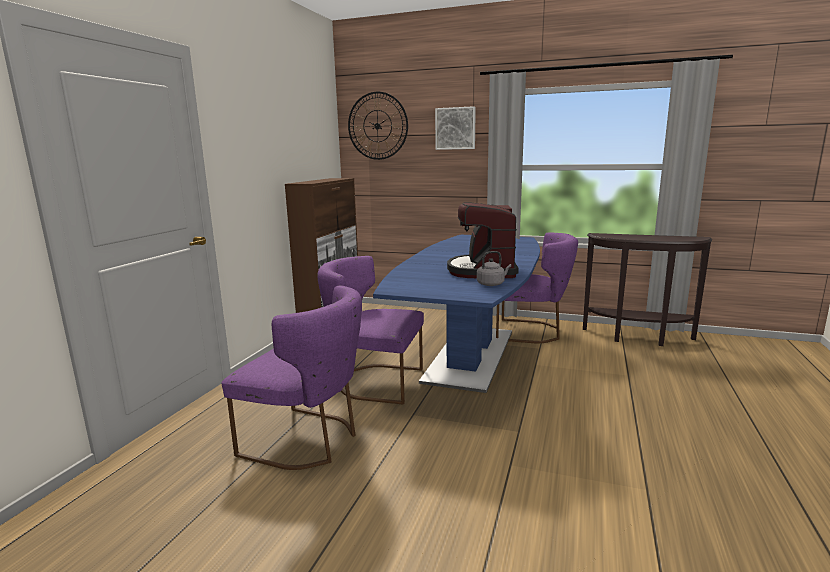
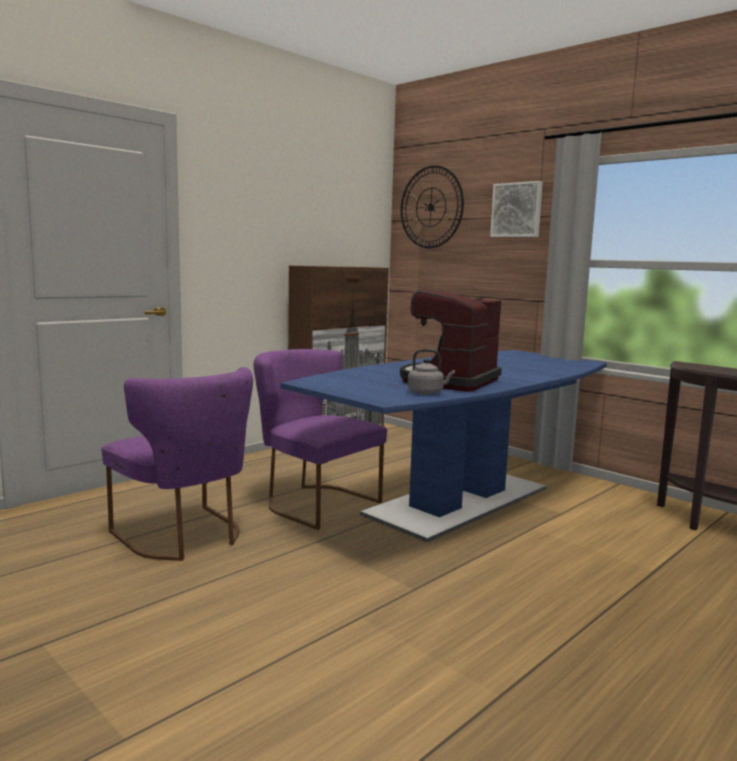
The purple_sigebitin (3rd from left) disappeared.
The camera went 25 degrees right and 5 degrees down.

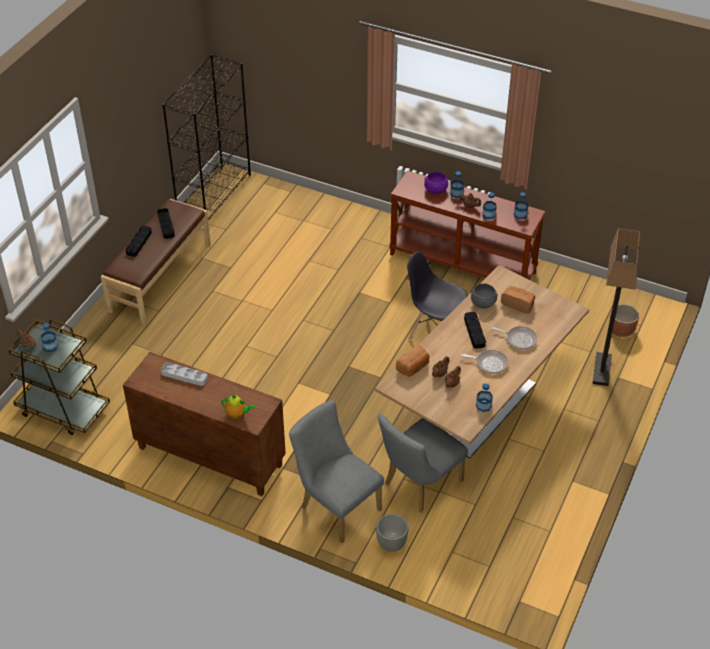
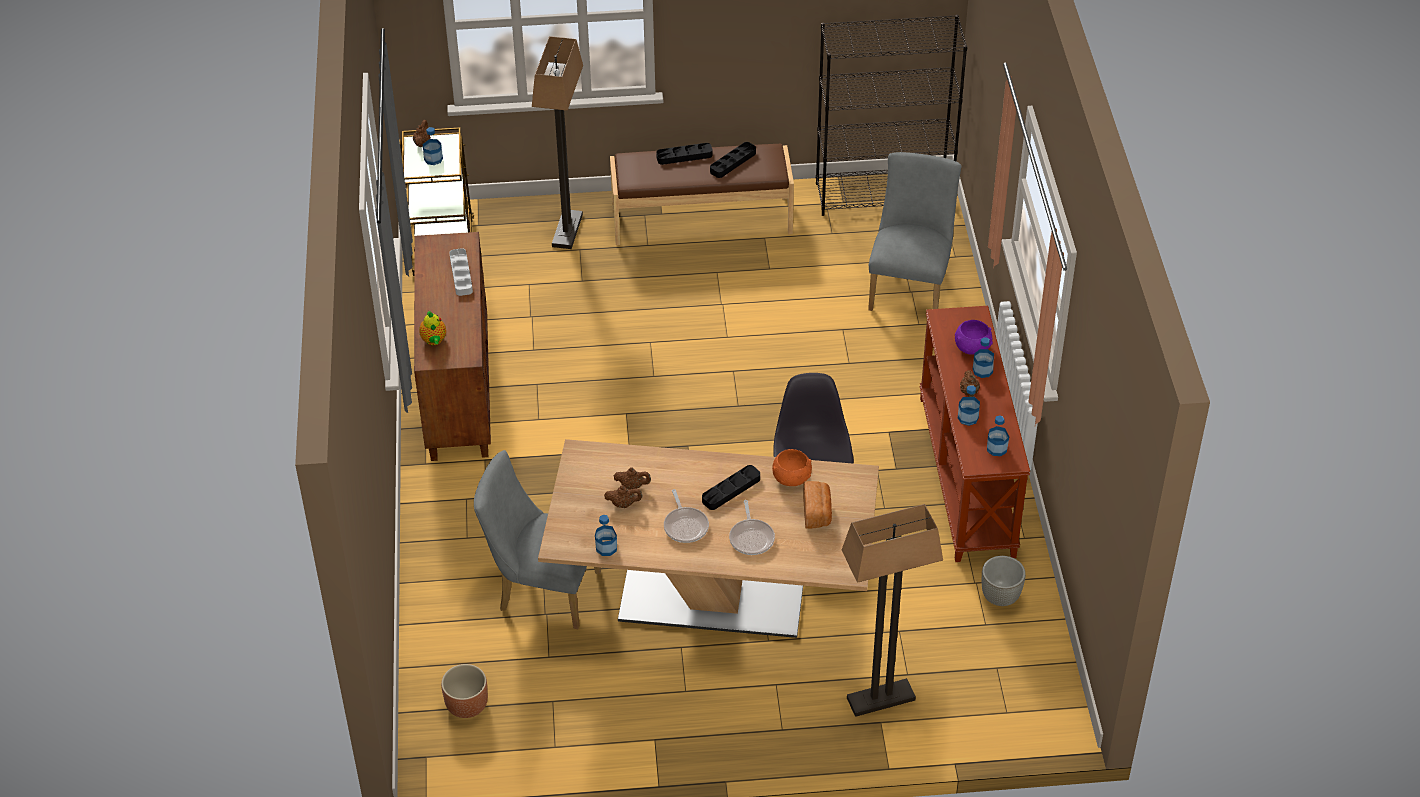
The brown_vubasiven moved.
The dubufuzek (1st from left) appeared.
The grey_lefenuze became the orange_lefenuze.
The grey_sigebitin (1st from left in the first image) moved.
The grey_vubasiven moved.
The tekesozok (1st from left) disappeared.
The camera went 60 degrees right and 0 degrees up.

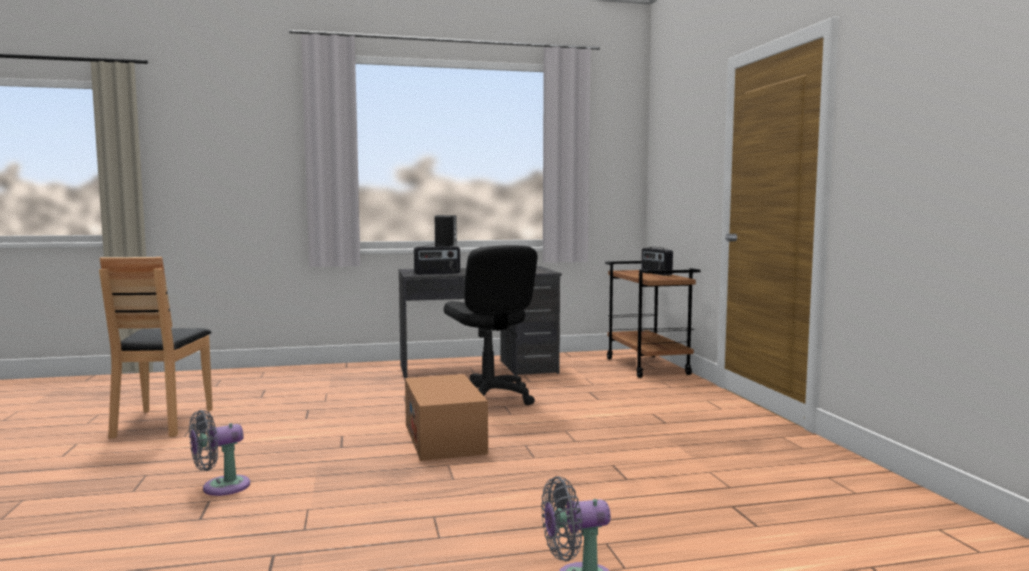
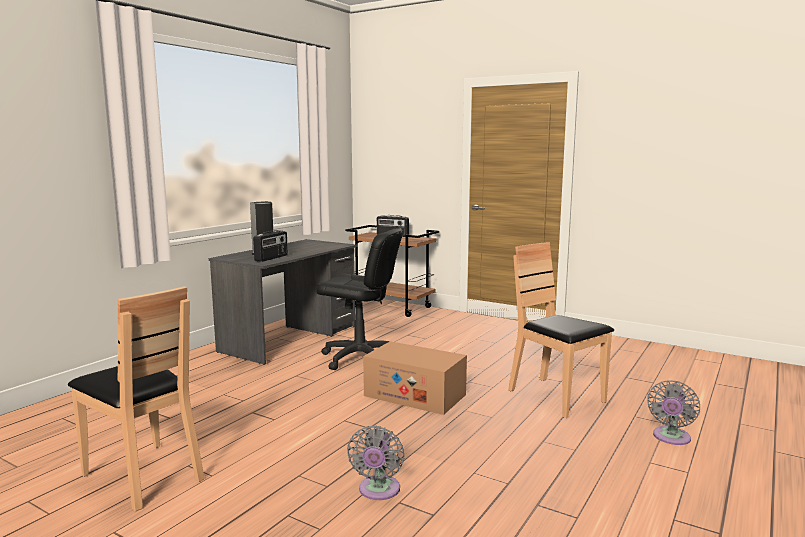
The brown_sigebitin (2nd from left) appeared.
The camera went 45 degrees left and 5 degrees up.

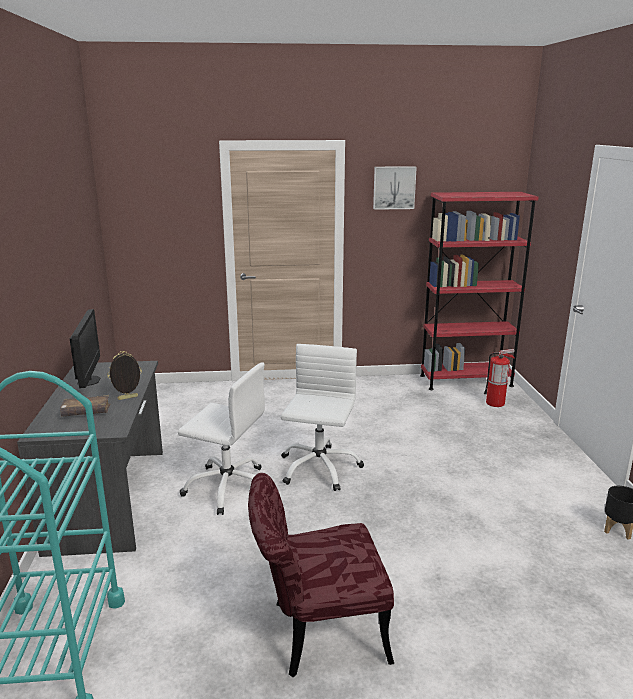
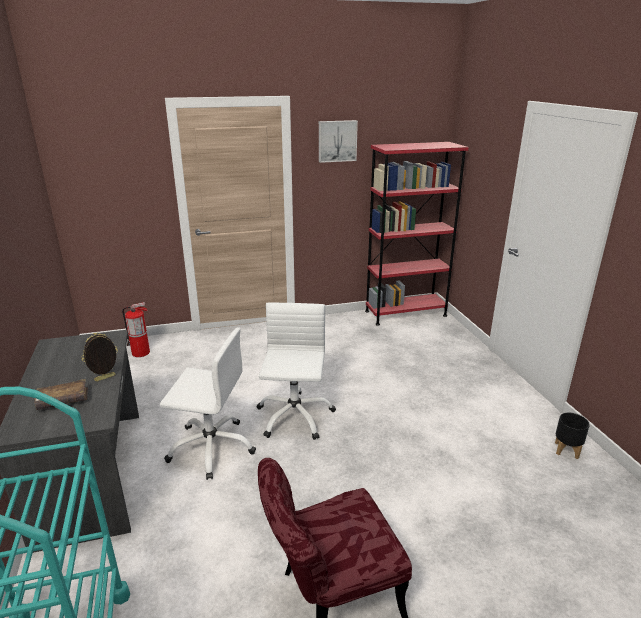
The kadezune moved.
The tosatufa disappeared.
The camera went 10 degrees left and 5 degrees up.

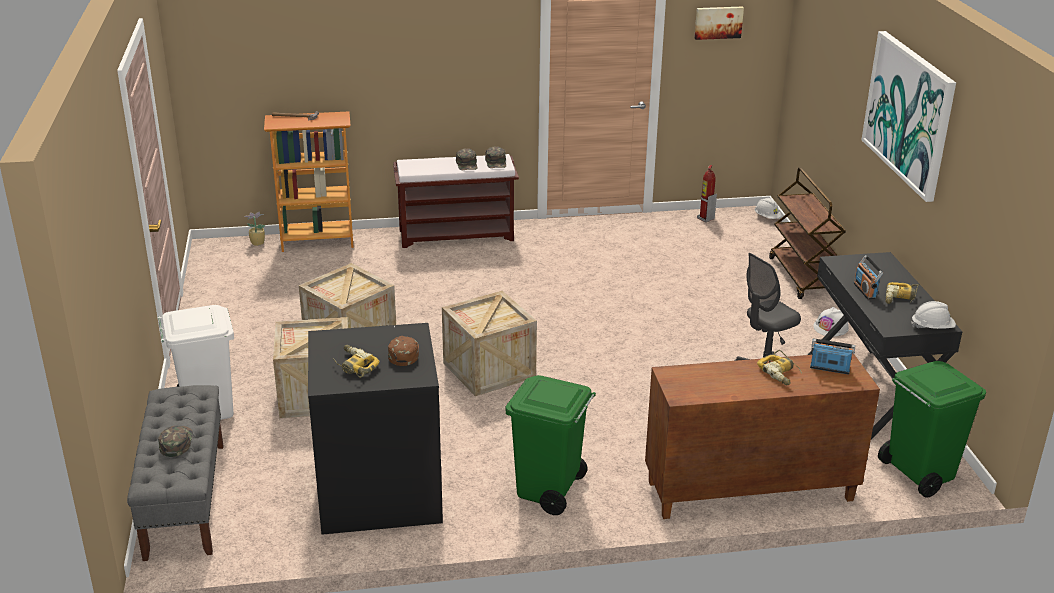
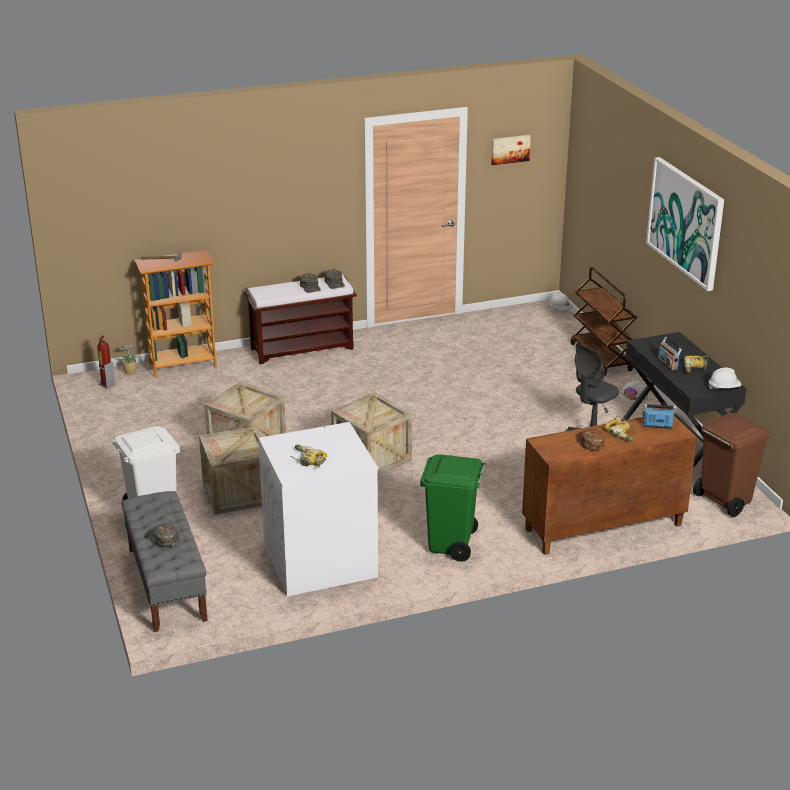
The kadezune moved.
The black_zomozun became the white_zomozun.
The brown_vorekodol moved.
The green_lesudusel (2nd from left) became the brown_lesudusel.
The camera went 10 degrees left and 0 degrees up.

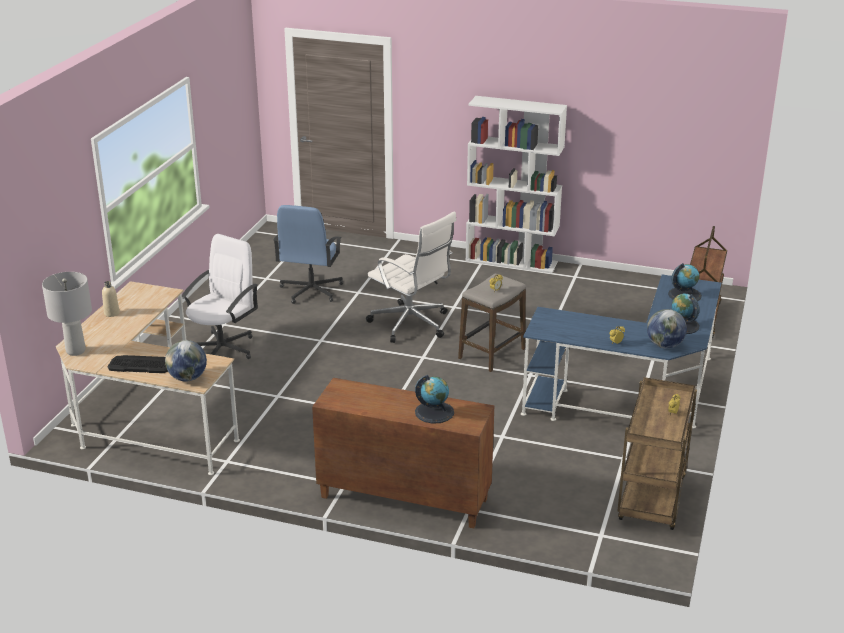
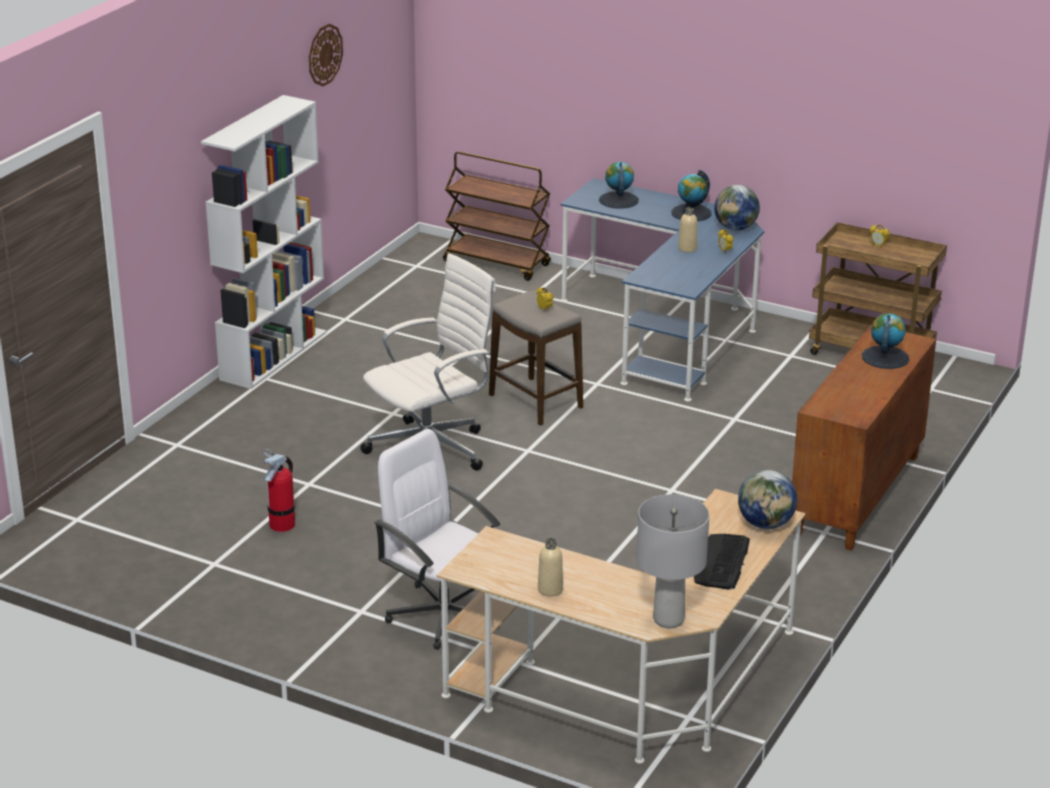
The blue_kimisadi was replaced by the kadezune.
The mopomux appeared.
The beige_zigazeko (2nd from left) appeared.
The camera went 80 degrees left and 0 degrees up.

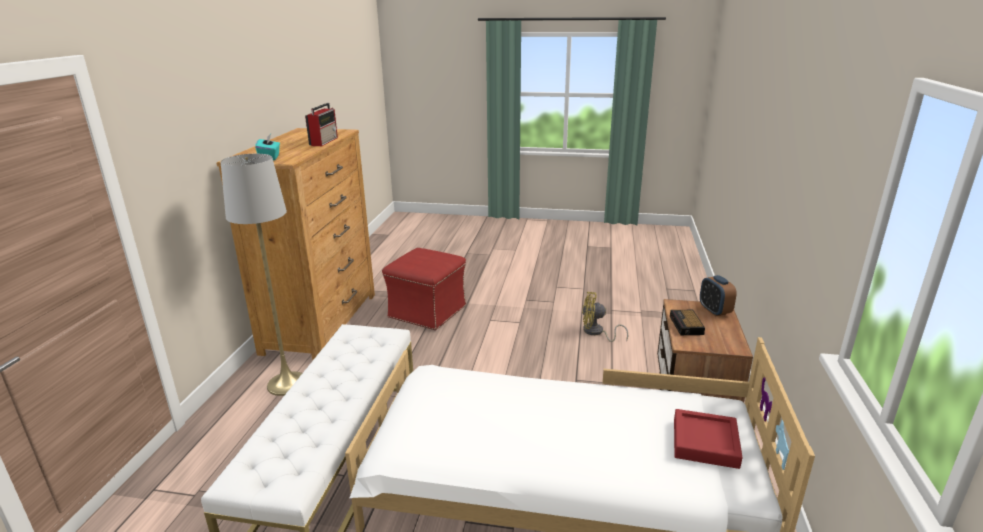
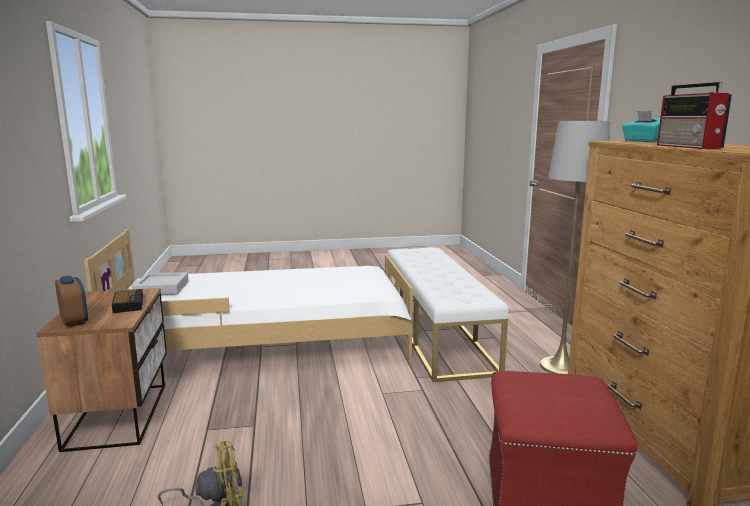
The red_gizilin became the grey_gizilin.
The camera went 160 degrees right and 10 degrees down.

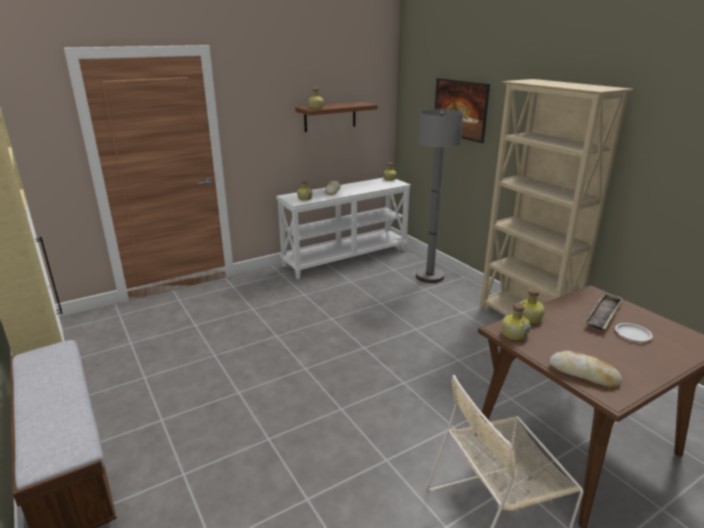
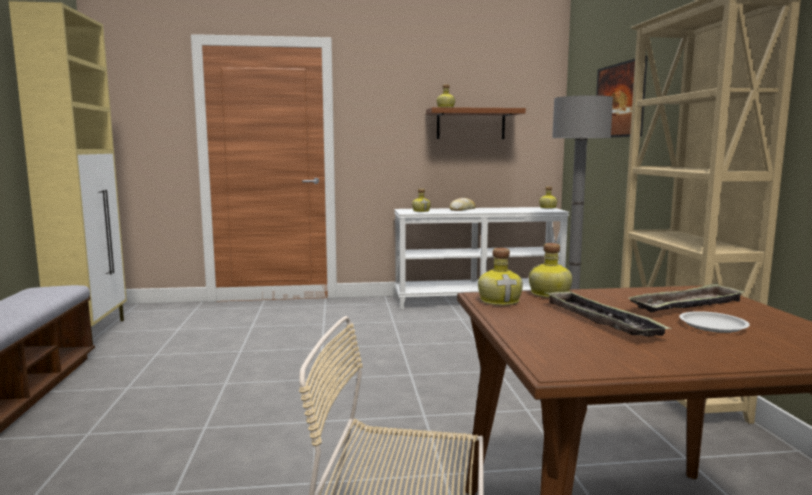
The gizilin (1st from left) appeared.
The tekesozok (2nd from left) disappeared.
The camera went 25 degrees right and 15 degrees down.

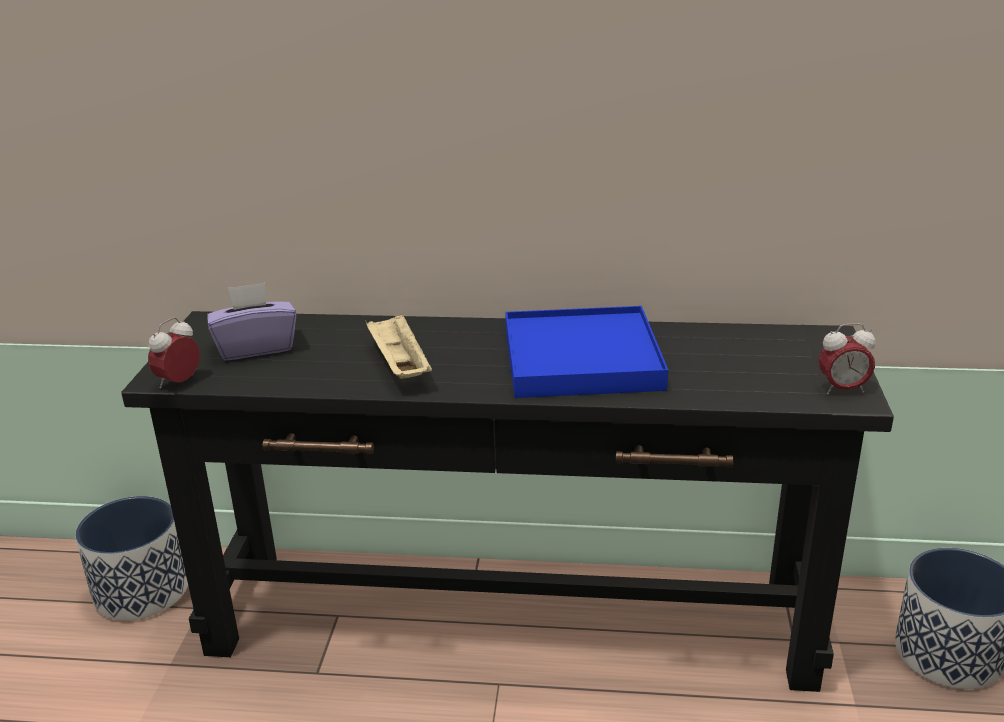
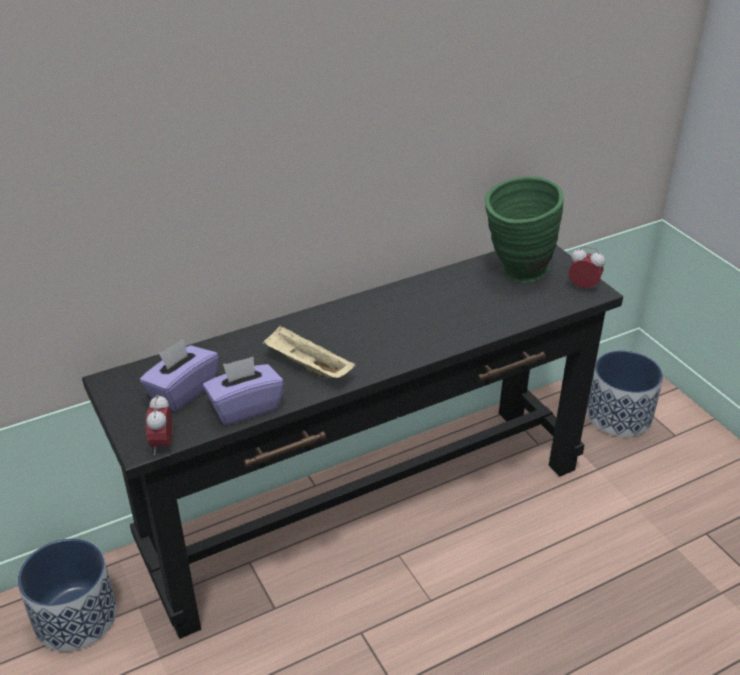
The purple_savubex (2nd from left) appeared.
The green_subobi appeared.
The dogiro (2nd from left) turned 120 degrees counterclockwise.
The blue_gizilin disappeared.
The camera went 35 degrees left and 10 degrees up.

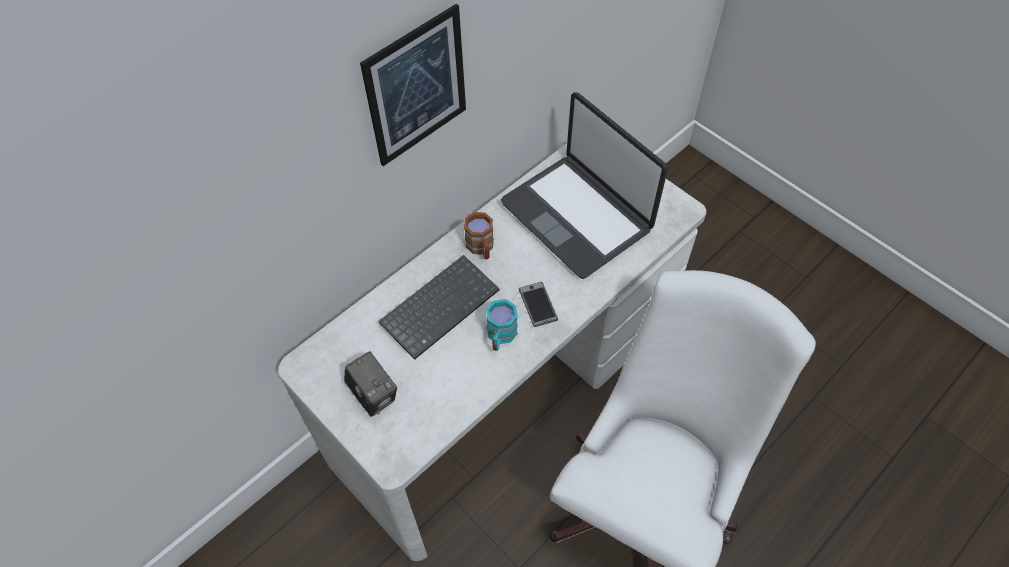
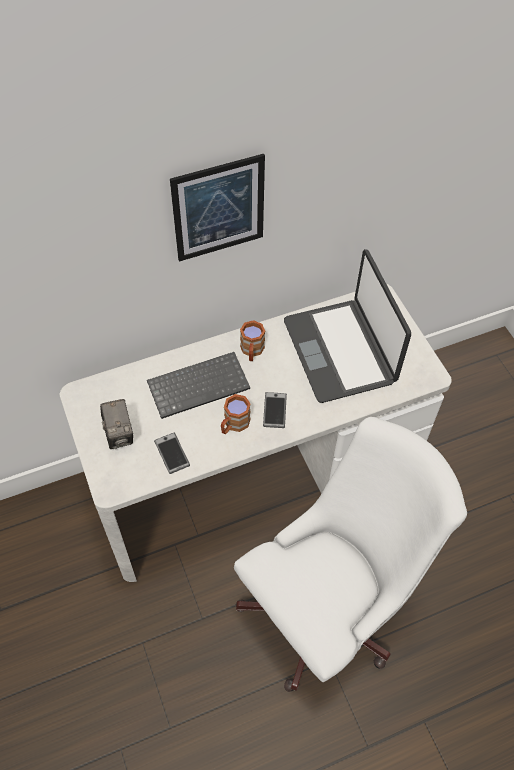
The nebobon (1st from left) appeared.
The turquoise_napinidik became the brown_napinidik (1st from left).
The camera went 20 degrees right and 0 degrees up.

